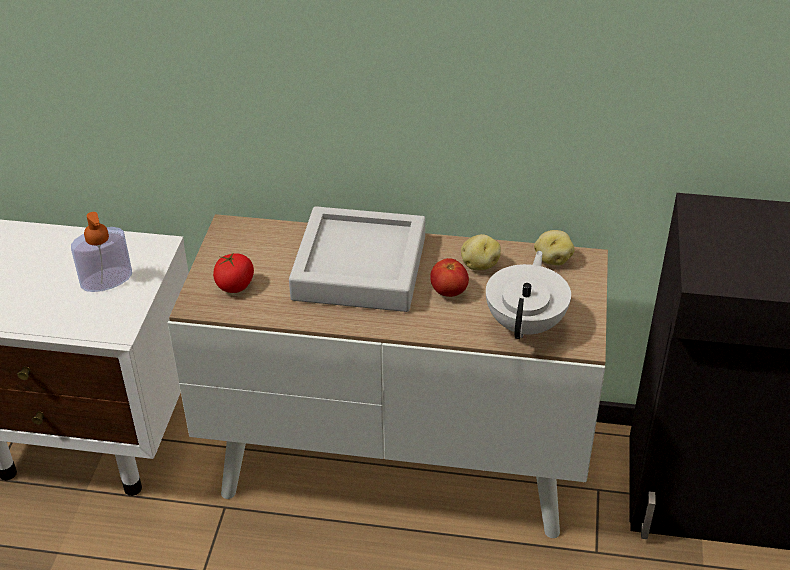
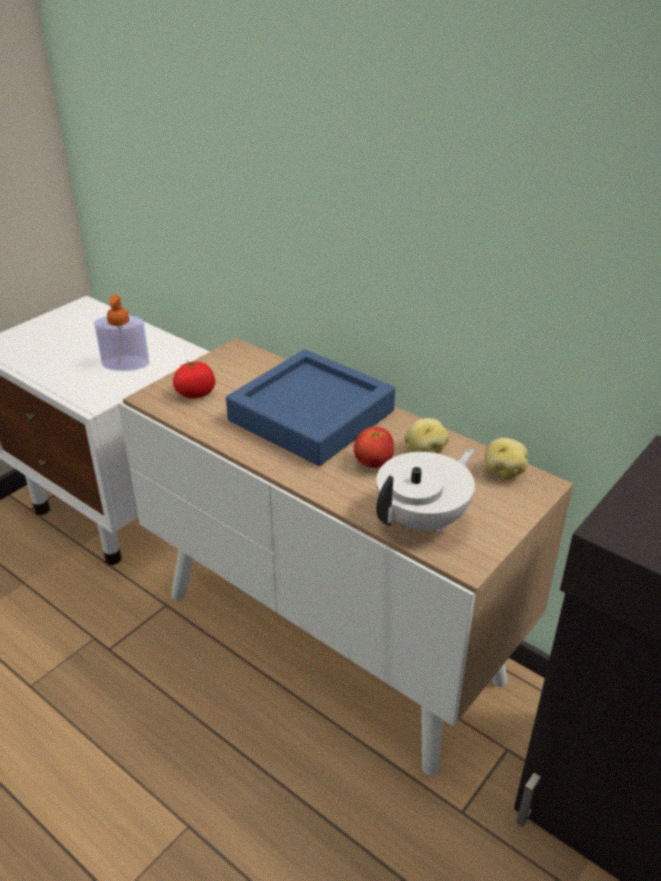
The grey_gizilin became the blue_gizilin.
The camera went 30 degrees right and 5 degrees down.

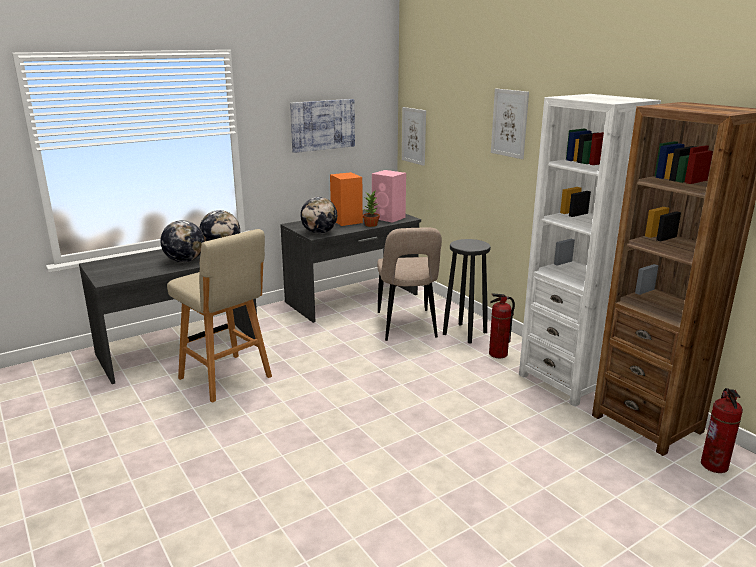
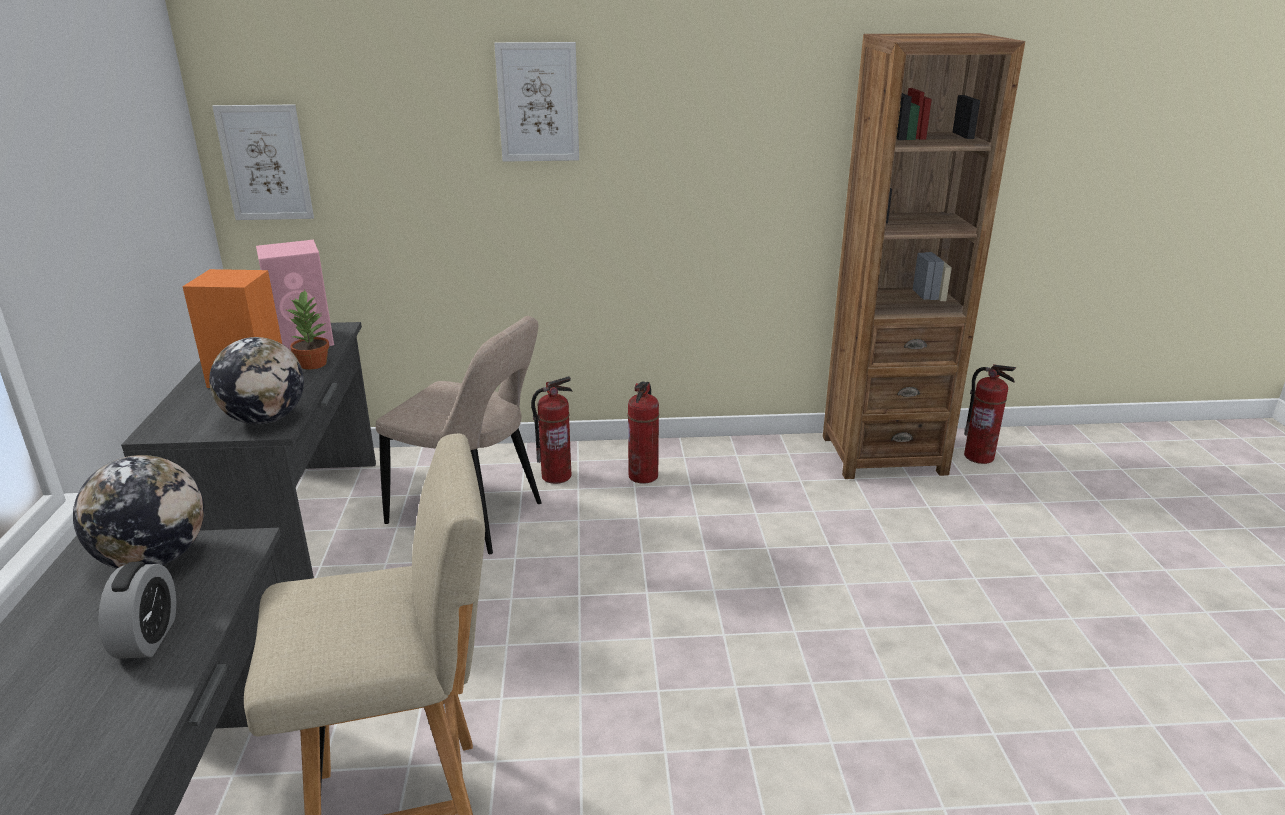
The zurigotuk (1st from left) was replaced by the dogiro.
The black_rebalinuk was replaced by the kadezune (1st from left).
The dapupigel (1st from left) disappeared.
The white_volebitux disappeared.
The camera went 60 degrees left and 5 degrees up.

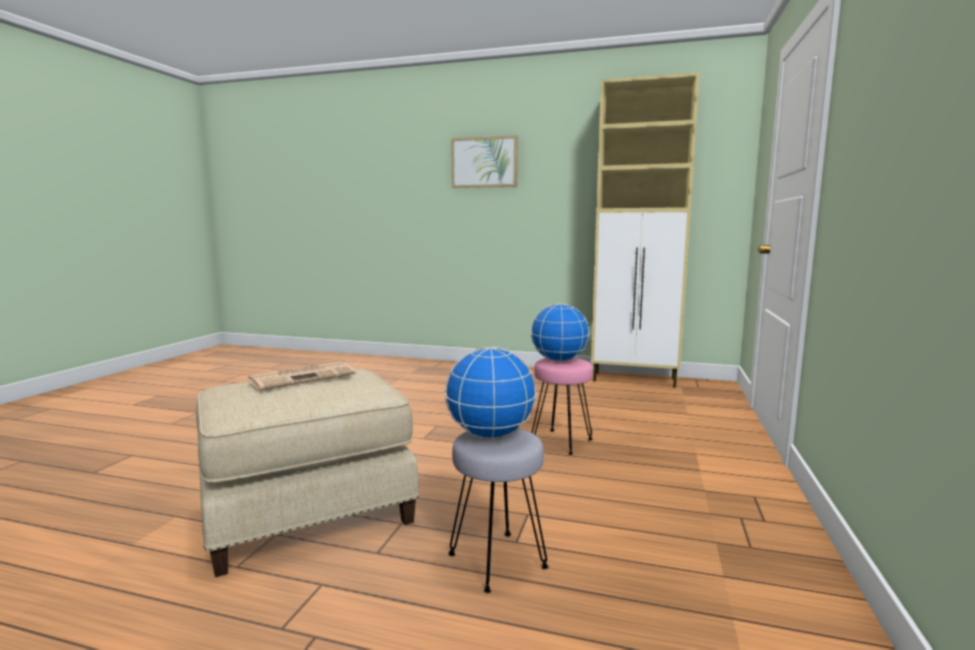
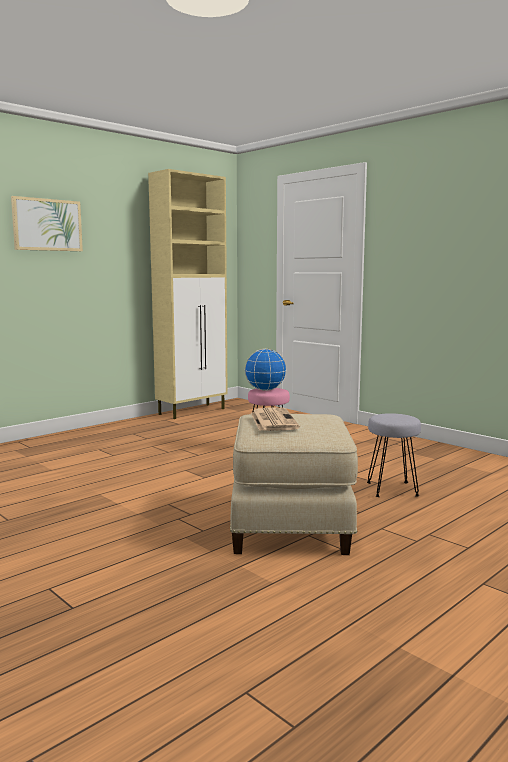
The zurigotuk (1st from left) disappeared.
The camera went 60 degrees left and 0 degrees up.

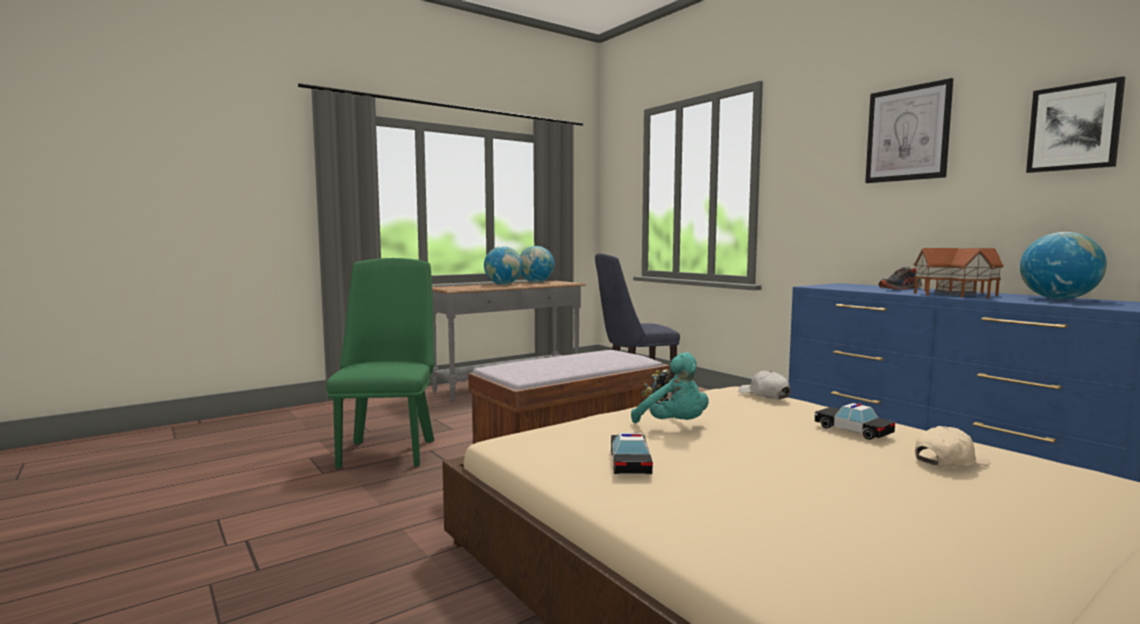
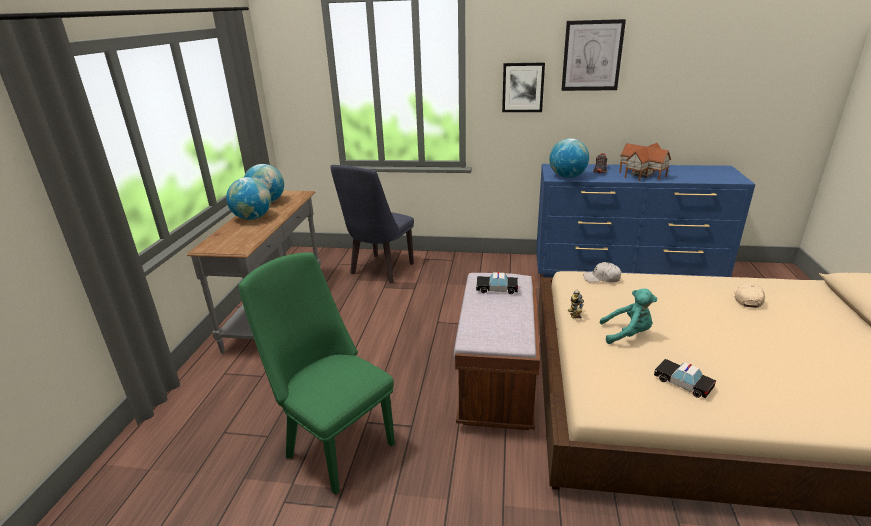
The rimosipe (2nd from left in the first image) moved.
The dapupigel (2nd from left in the first image) moved.
The zurigotuk (3rd from left) moved.
The camera went 45 degrees left and 20 degrees up.

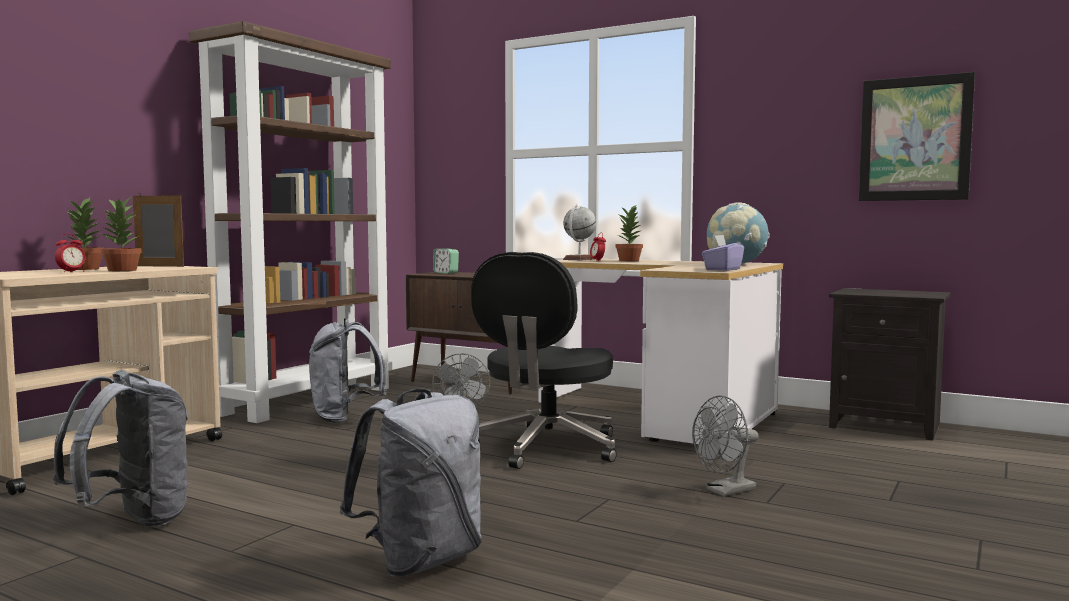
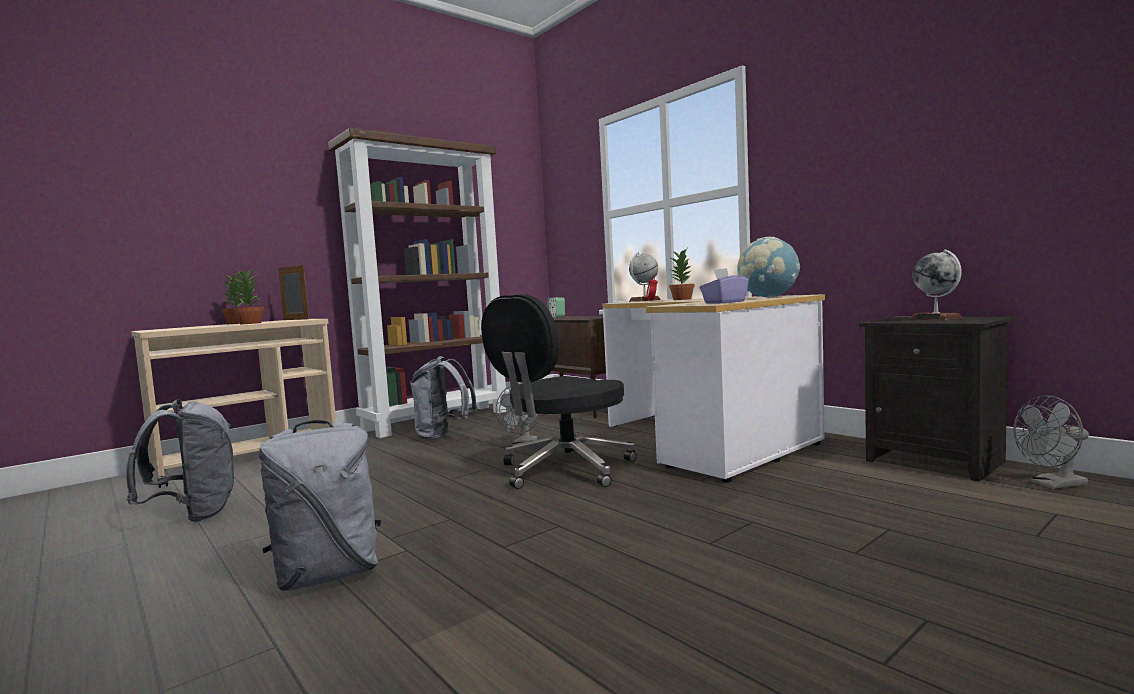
The zurigotuk (3rd from left) appeared.
The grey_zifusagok (2nd from left) moved.
The dogiro (1st from left) disappeared.
The dapupigel disappeared.
The camera went 20 degrees right and 0 degrees up.

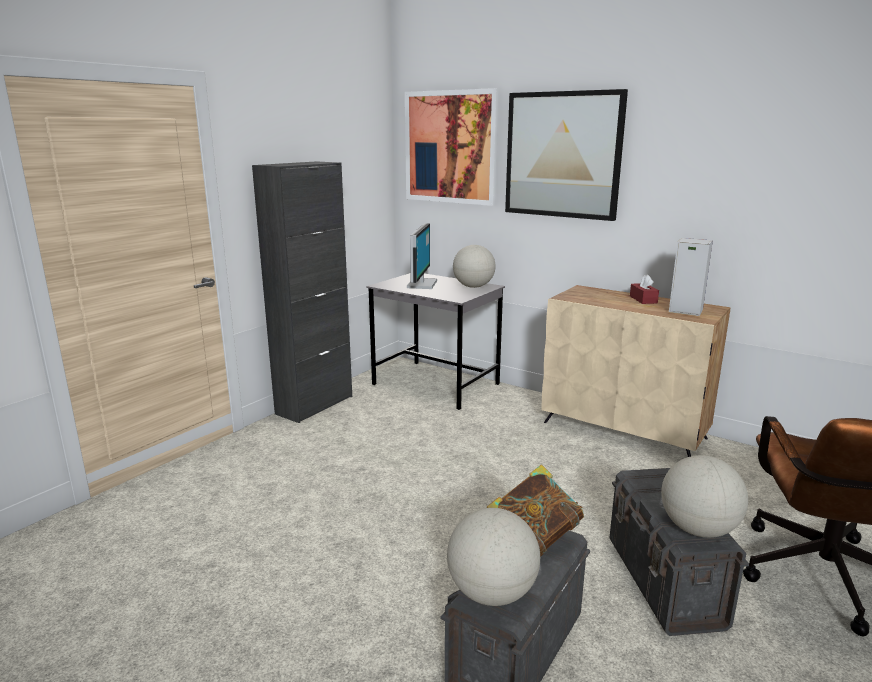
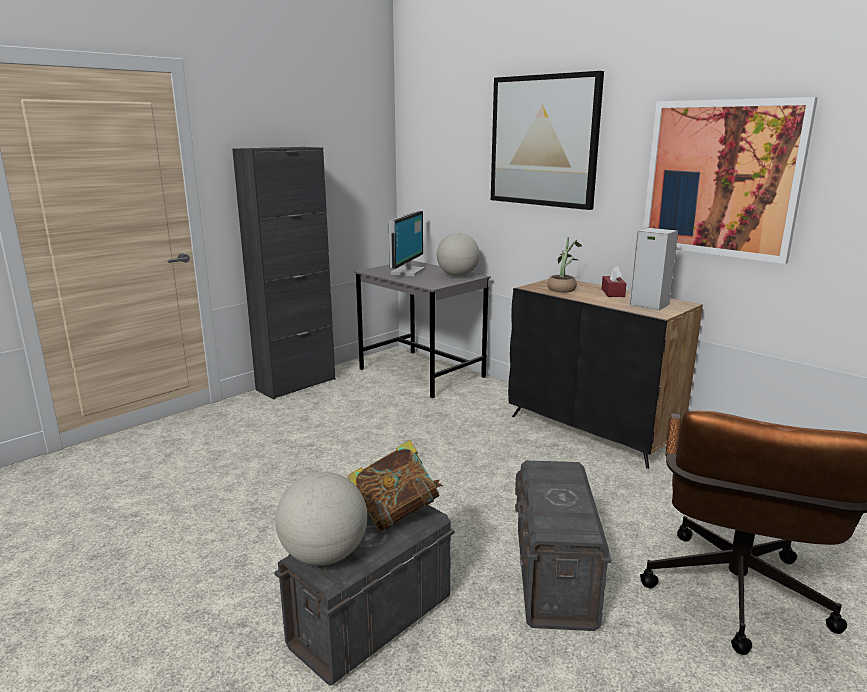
The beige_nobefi became the black_nobefi (2nd from left).
The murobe appeared.
The dapupigel (1st from left in the first image) moved.
The zurigotuk (3rd from left) disappeared.
The camera went 10 degrees right and 0 degrees up.

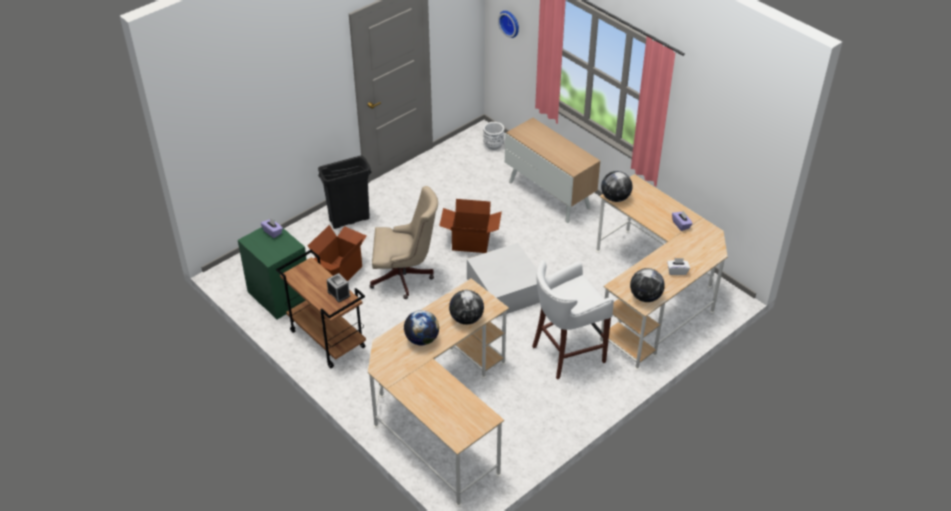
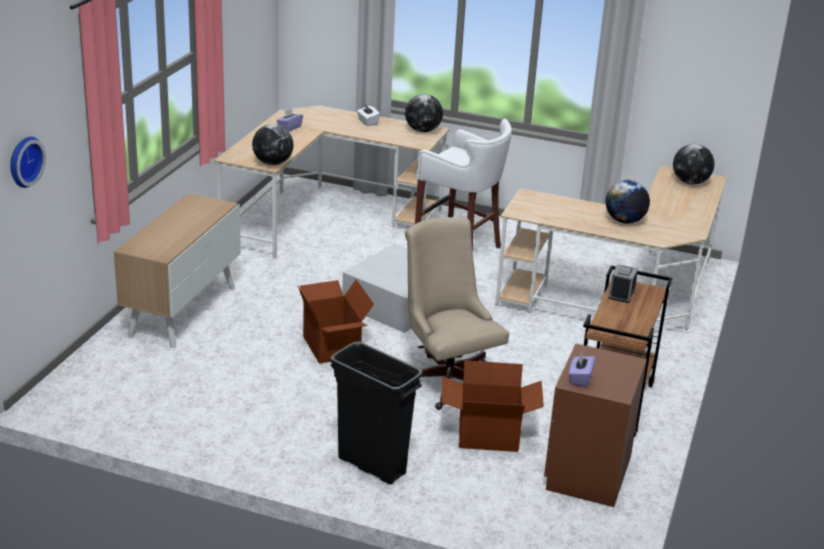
The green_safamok became the brown_safamok.
The zurigotuk (2nd from left in the first image) moved.
The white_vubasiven disappeared.
The camera went 120 degrees left and 15 degrees down.

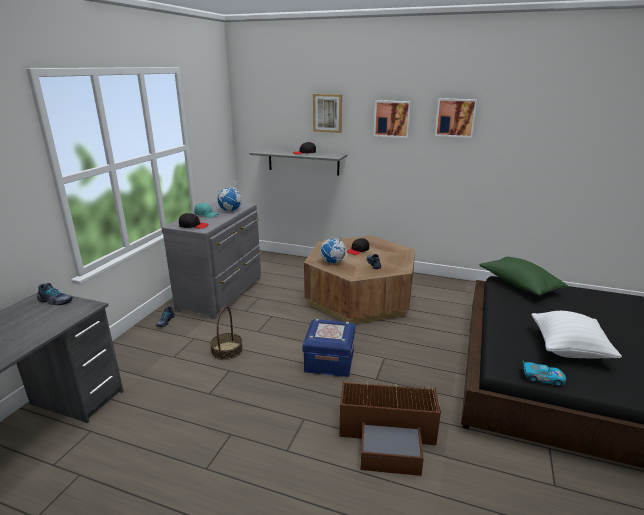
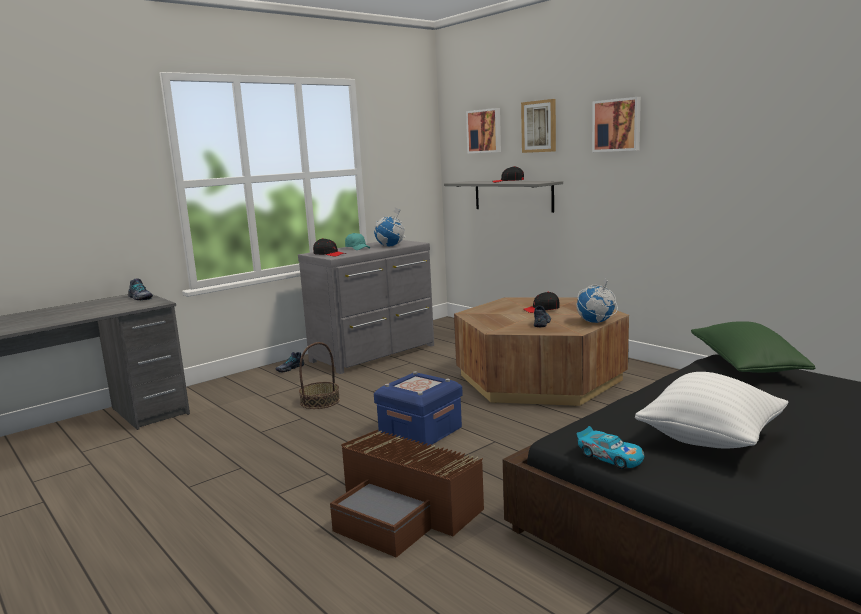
The dapupigel (3rd from left in the first image) moved.
The zurigotuk (2nd from left) moved.
The camera went 30 degrees right and 10 degrees down.

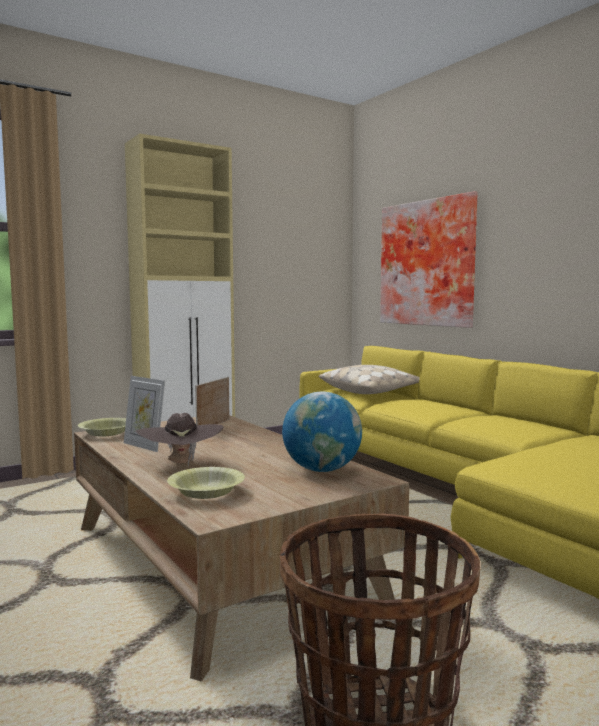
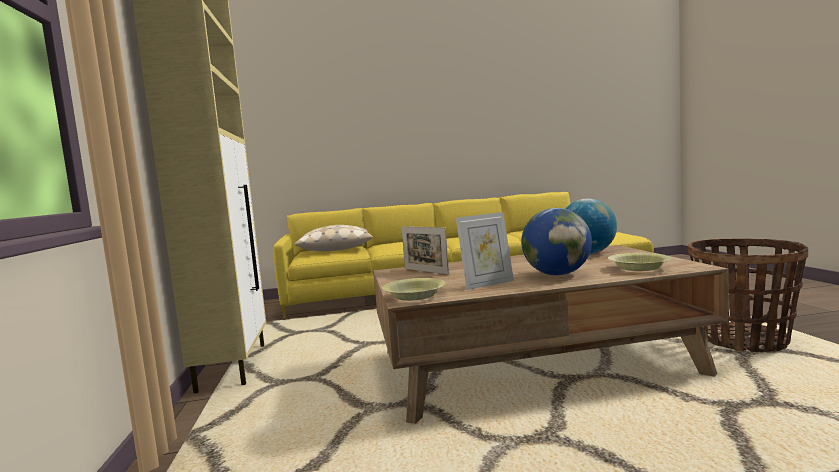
The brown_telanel was replaced by the zurigotuk (1st from left).
The dapupigel disappeared.
The camera went 65 degrees left and 0 degrees up.

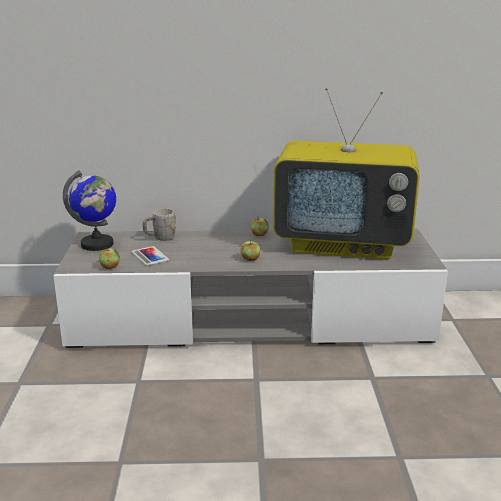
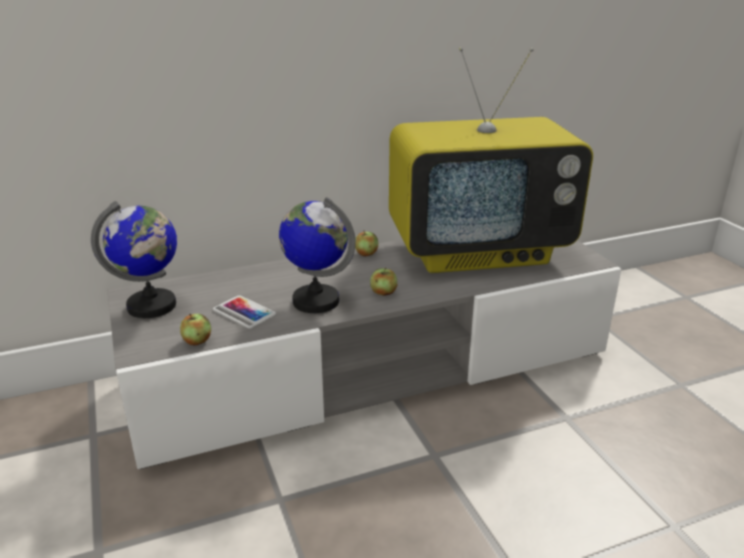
The zurigotuk (2nd from left) appeared.
The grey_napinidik disappeared.
The camera went 20 degrees left and 5 degrees up.

